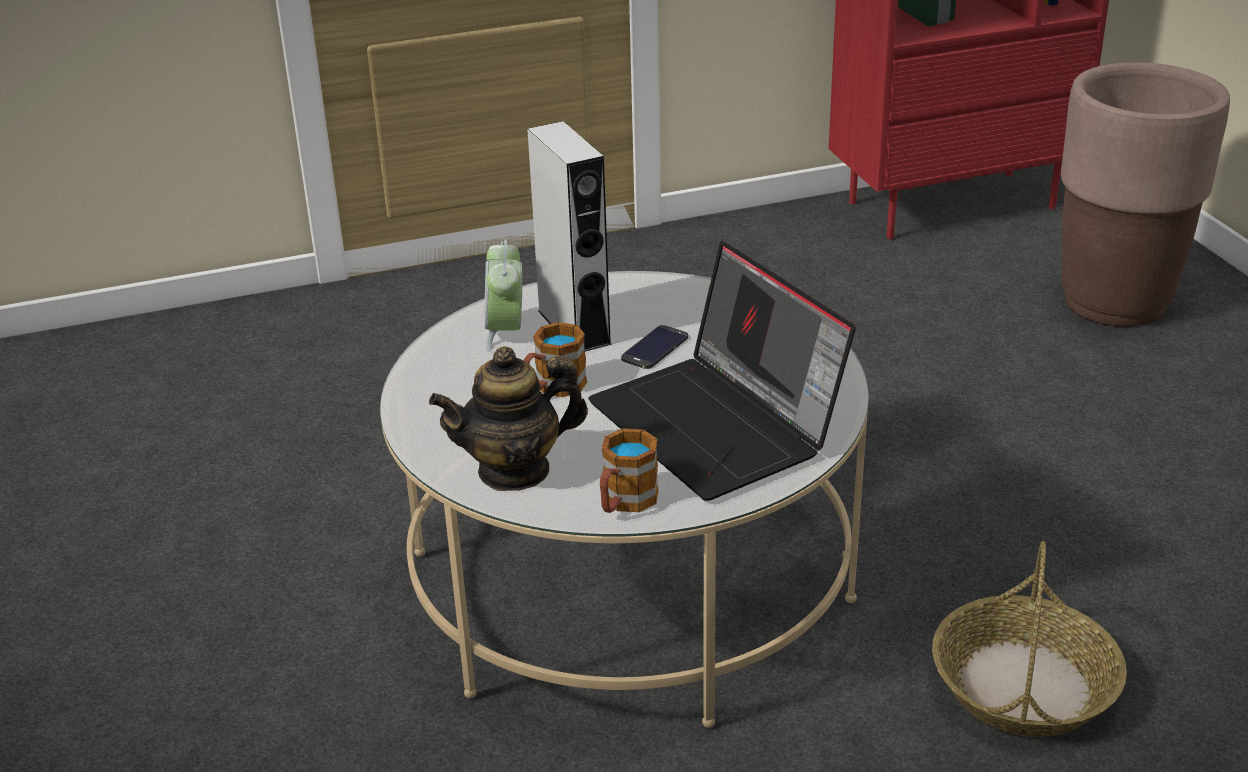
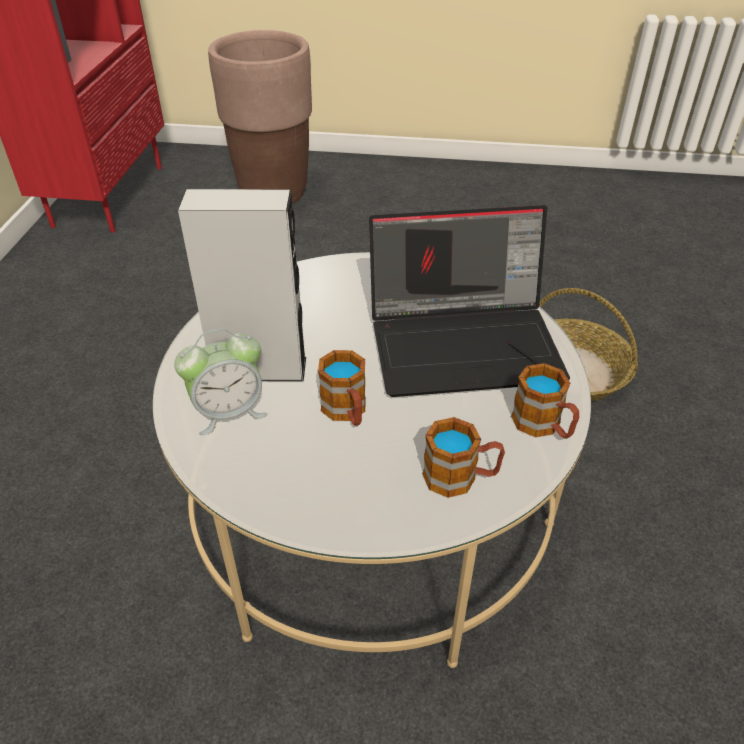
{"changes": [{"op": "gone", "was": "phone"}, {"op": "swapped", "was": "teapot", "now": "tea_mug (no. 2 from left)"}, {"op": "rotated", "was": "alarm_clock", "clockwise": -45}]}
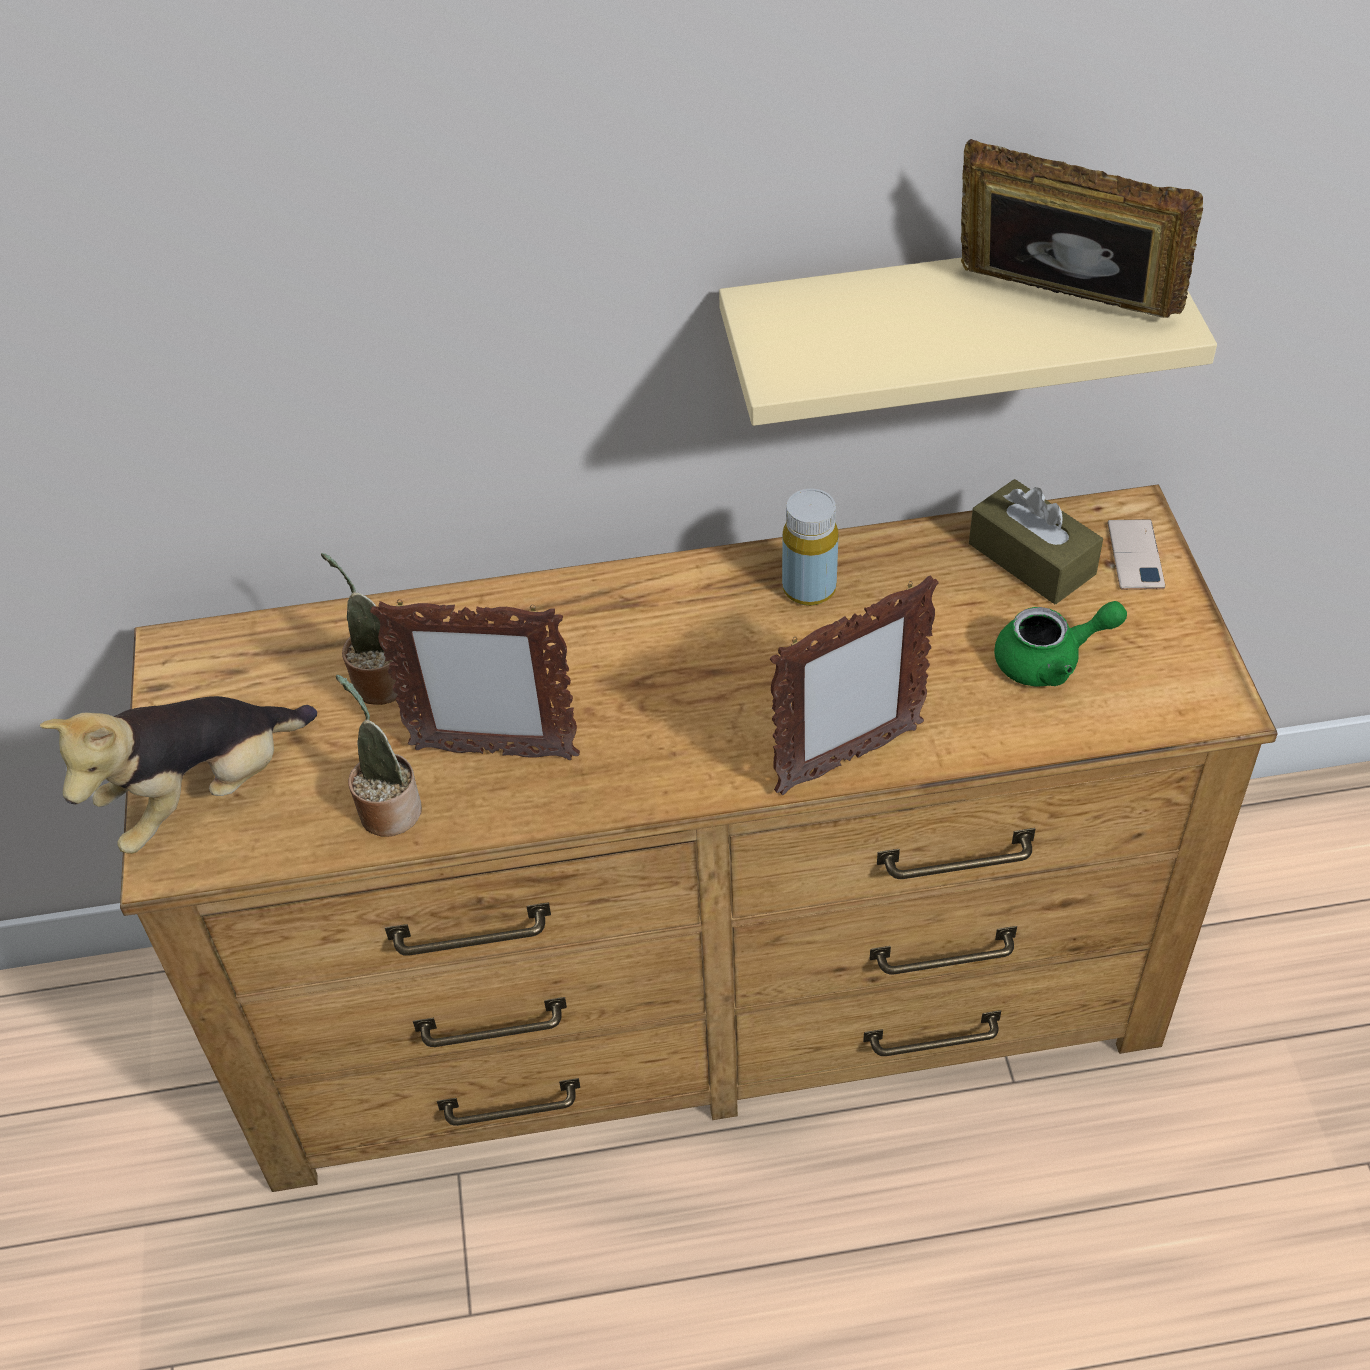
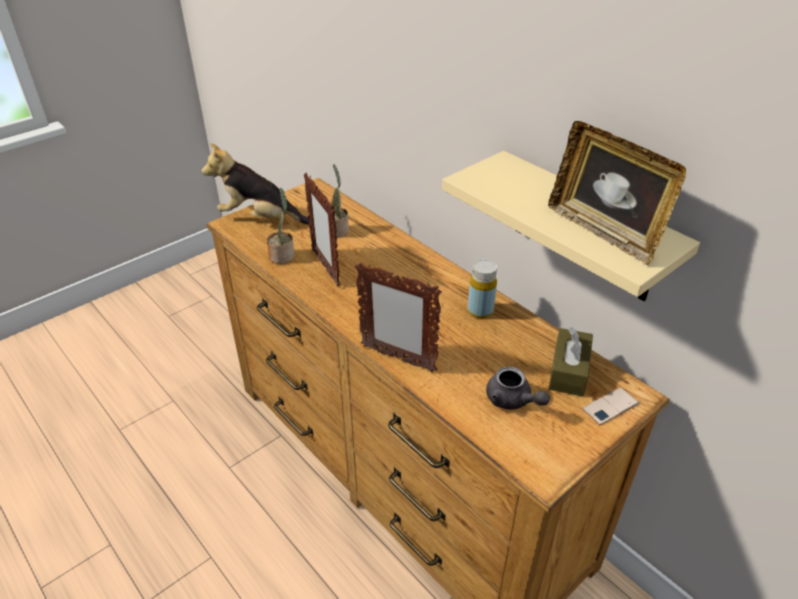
{"changes": [{"op": "repainted", "was": "green-coloured_teapot", "now": "gray_teapot"}, {"op": "rotated", "was": "photo_frame (no. 3 from left)", "clockwise": 150}]}
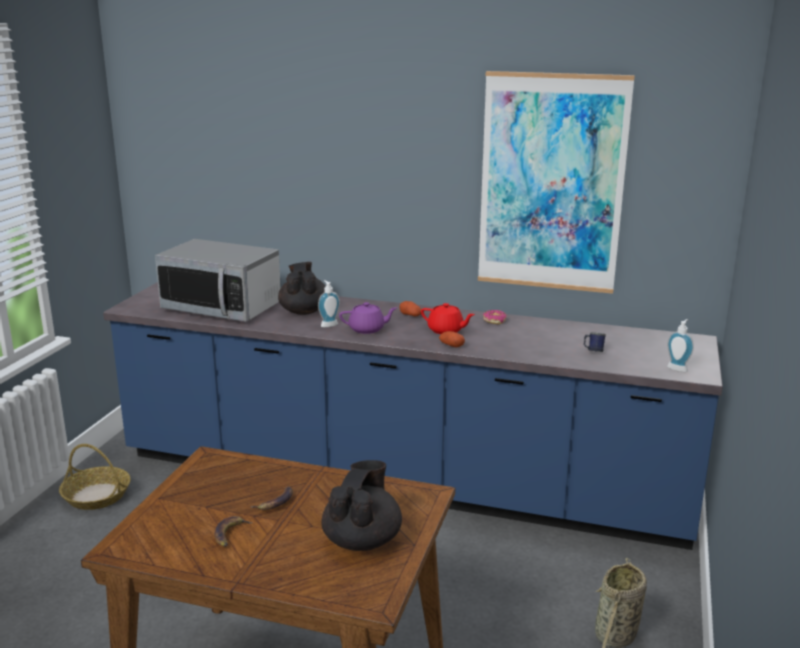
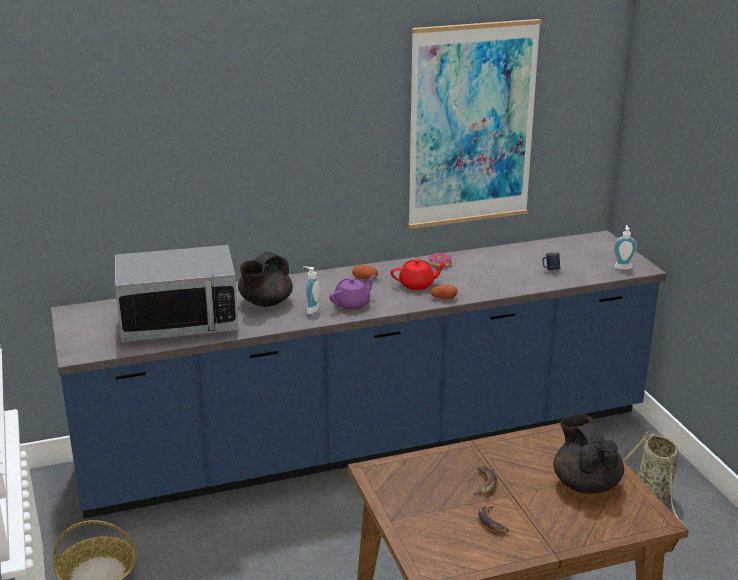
{"changes": [{"op": "rotated", "was": "black-coloured_teapot (no. 1 from left)", "clockwise": -105}]}
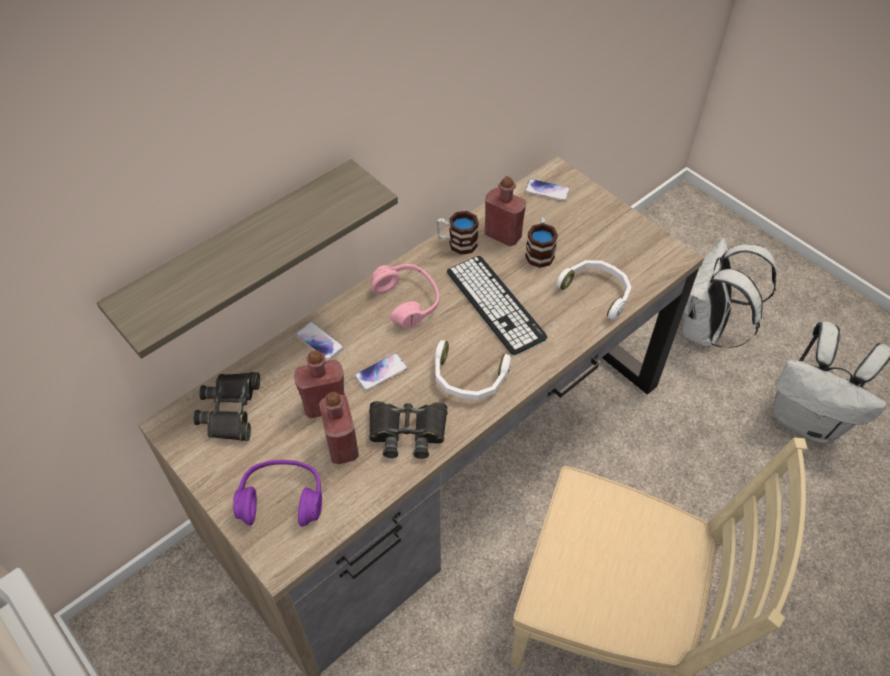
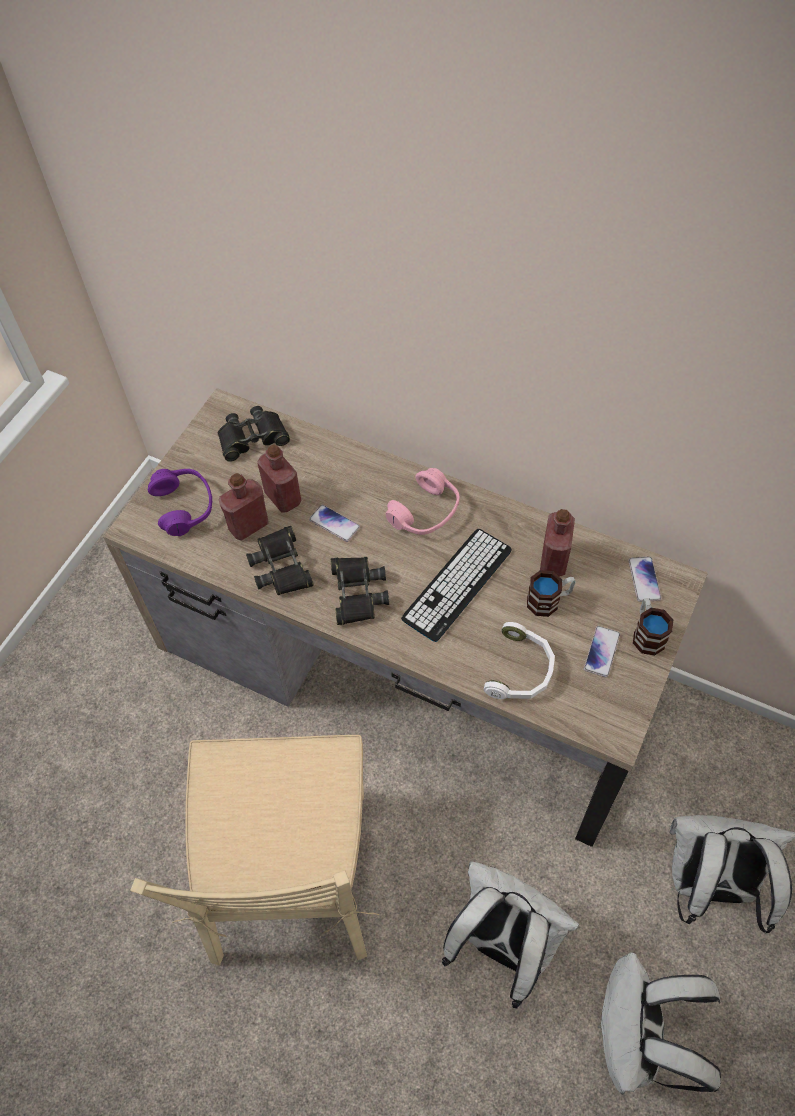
{"changes": [{"op": "gone", "was": "wall_shelf"}, {"op": "new", "now": "whitish_rucksack (no. 1 from left)"}, {"op": "shifted", "was": "phone (no. 1 from left in the first image)", "now": "phone (no. 2 from left)"}, {"op": "shifted", "was": "tea_mug (no. 1 from left in the first image)", "now": "tea_mug (no. 2 from left)"}, {"op": "swapped", "was": "whitish_headset (no. 1 from left)", "now": "black-coloured_field_glasses (no. 3 from left)"}]}
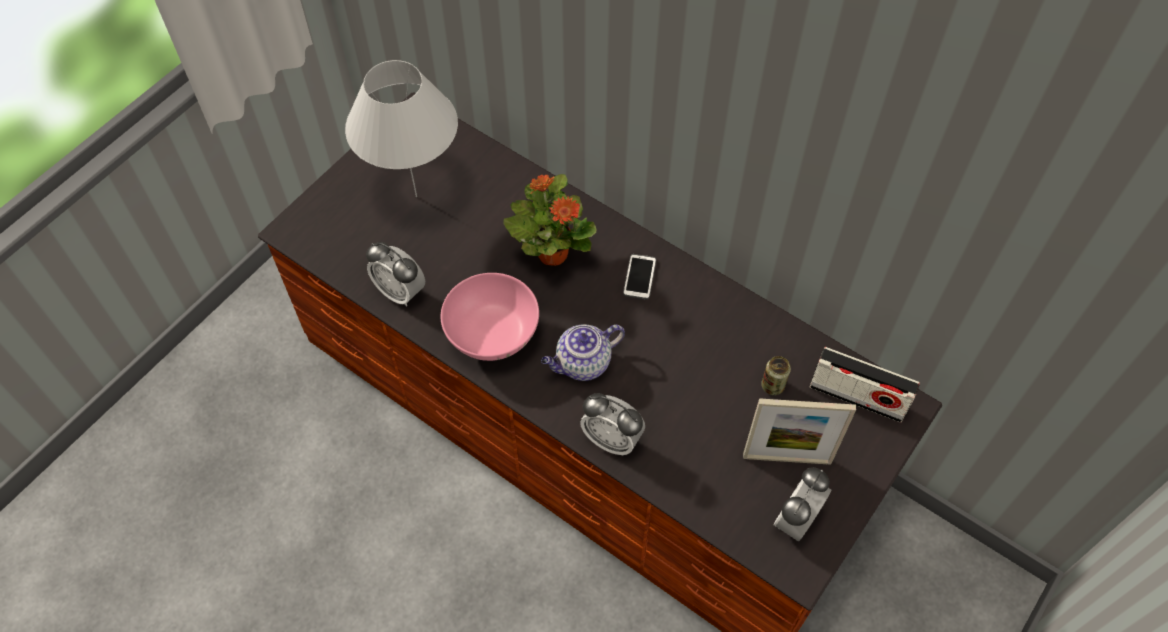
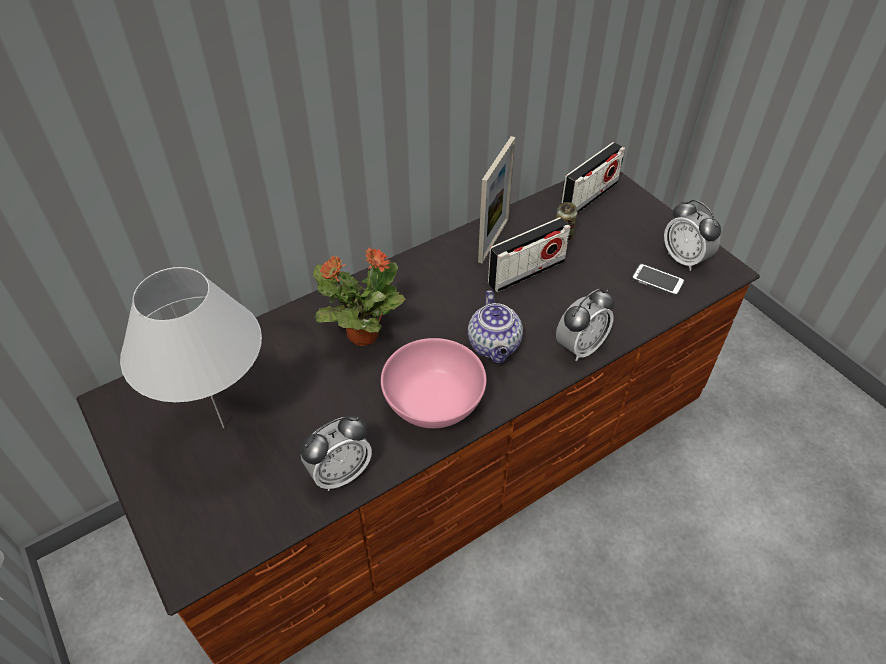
{"changes": [{"op": "new", "now": "radio_receiver (no. 1 from left)"}, {"op": "shifted", "was": "phone"}, {"op": "shifted", "was": "photo_frame"}]}
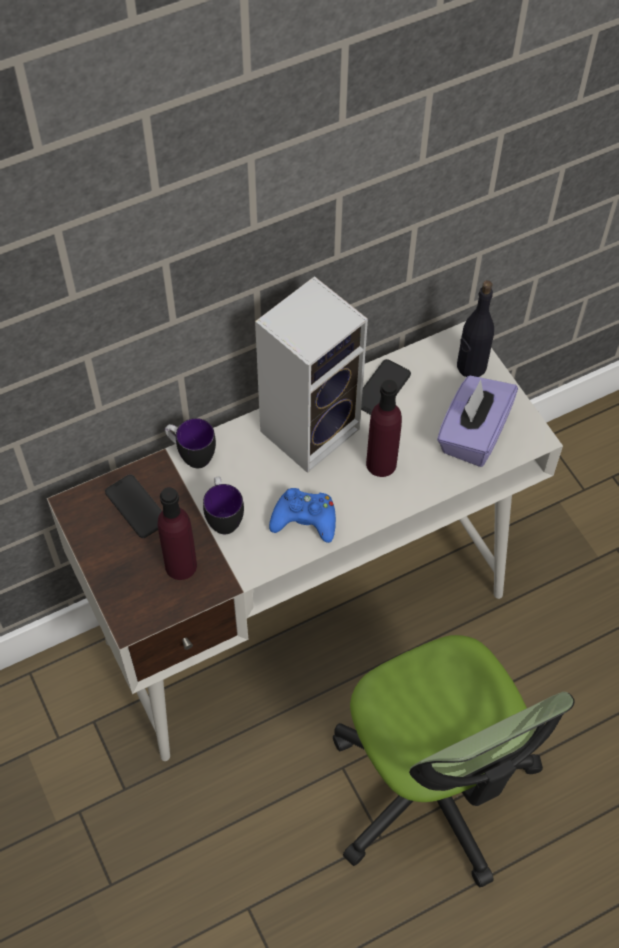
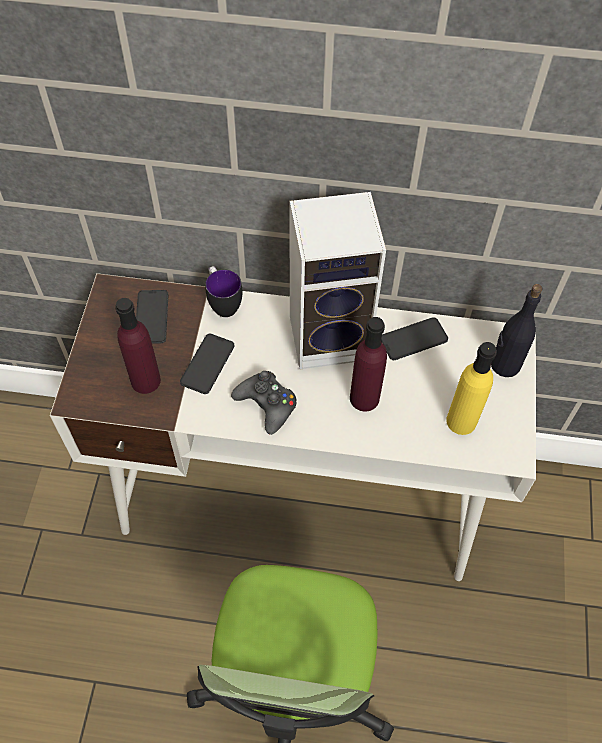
{"changes": [{"op": "swapped", "was": "tea_mug (no. 2 from left)", "now": "phone (no. 2 from left)"}, {"op": "swapped", "was": "purplish_box_of_tissues", "now": "yellow_bottle"}, {"op": "repainted", "was": "bluish_joypad", "now": "black-coloured_joypad"}]}
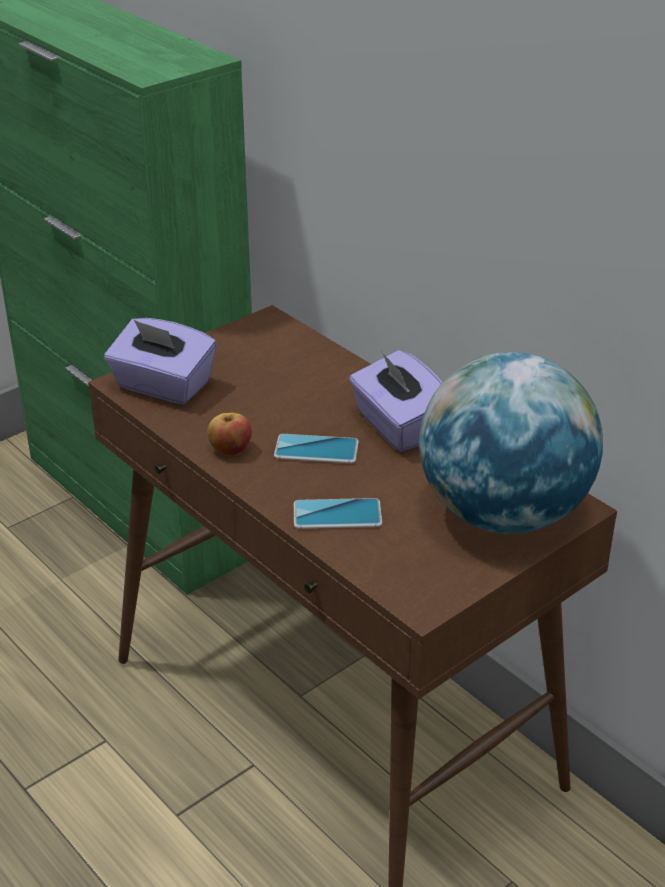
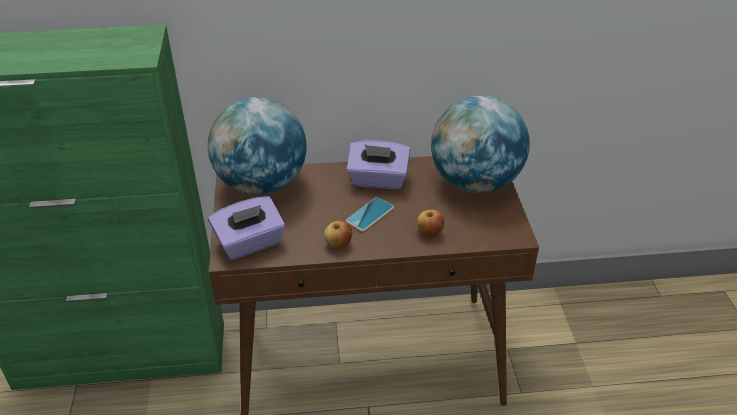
{"changes": [{"op": "new", "now": "desk_globe (no. 1 from left)"}, {"op": "swapped", "was": "phone (no. 2 from left)", "now": "apple_fruit (no. 2 from left)"}]}
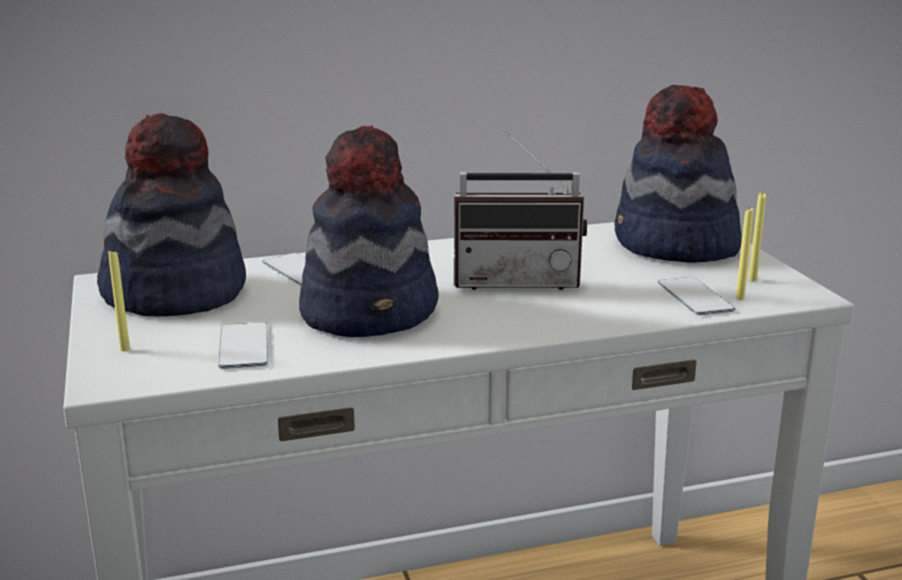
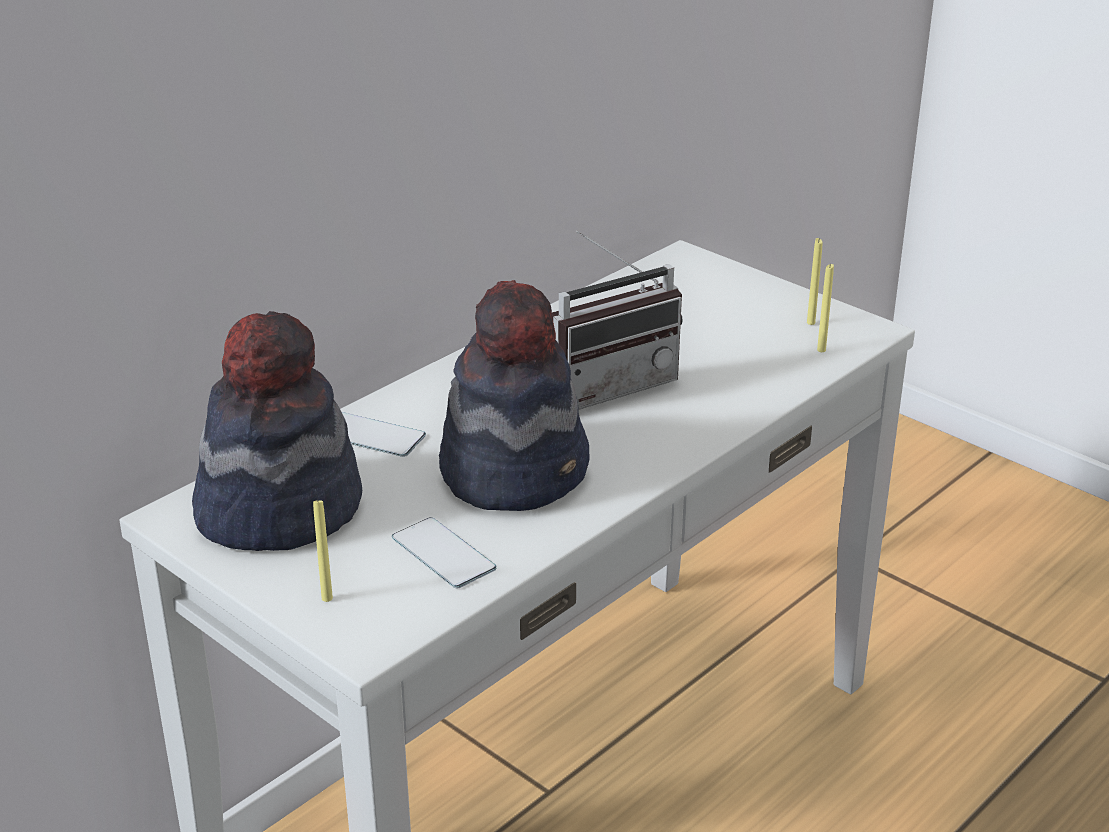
{"changes": [{"op": "gone", "was": "clothing_hat (no. 3 from left)"}, {"op": "gone", "was": "phone (no. 3 from left)"}]}
